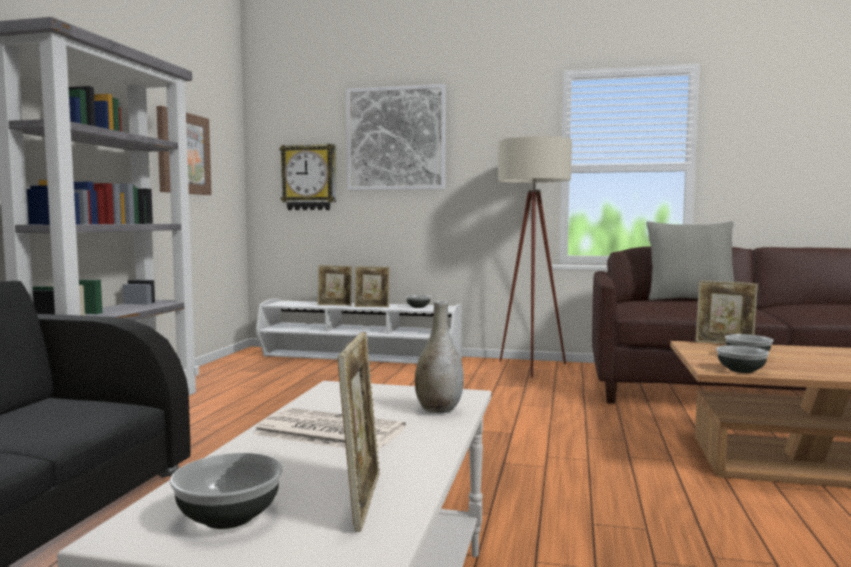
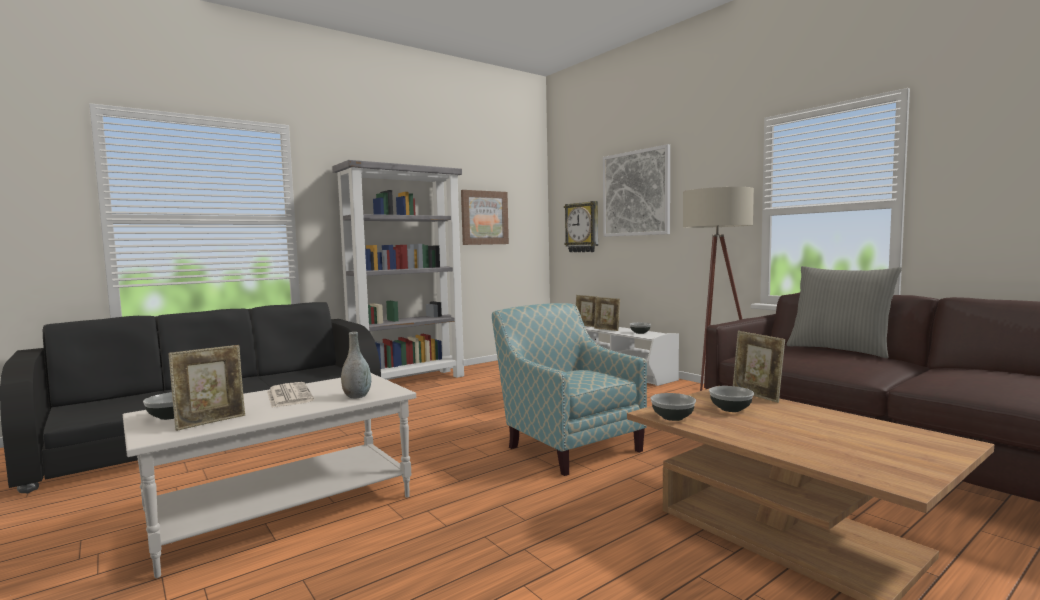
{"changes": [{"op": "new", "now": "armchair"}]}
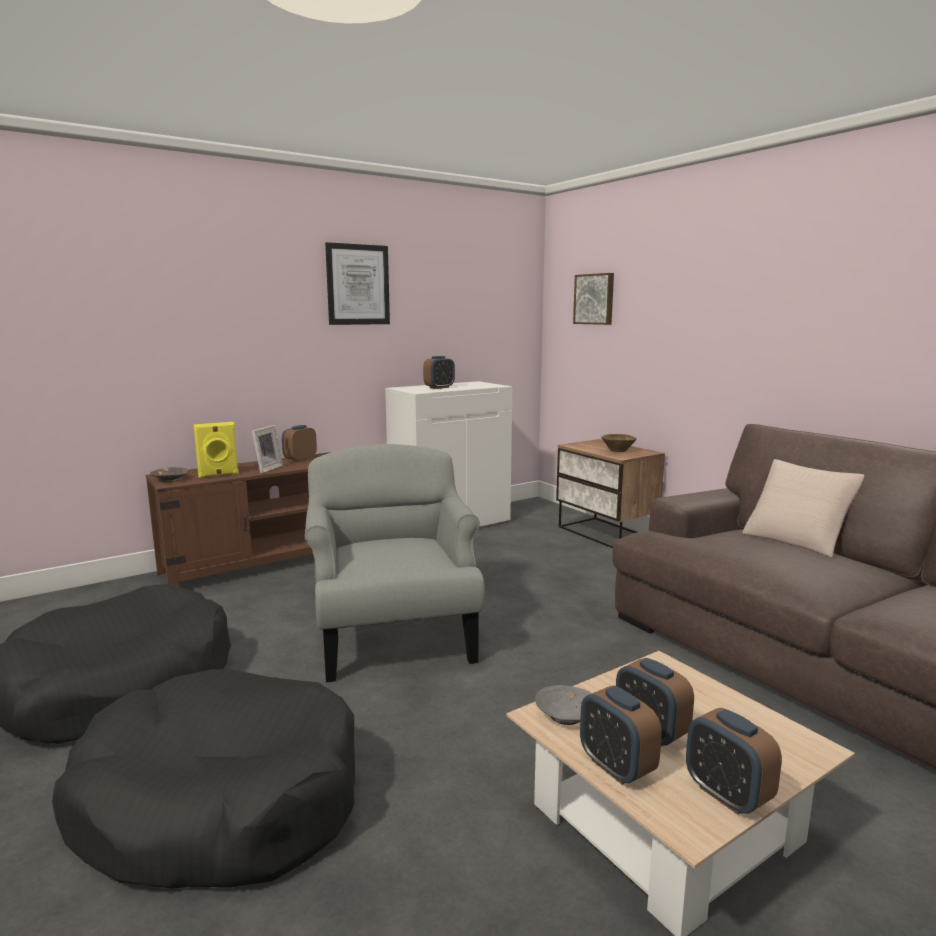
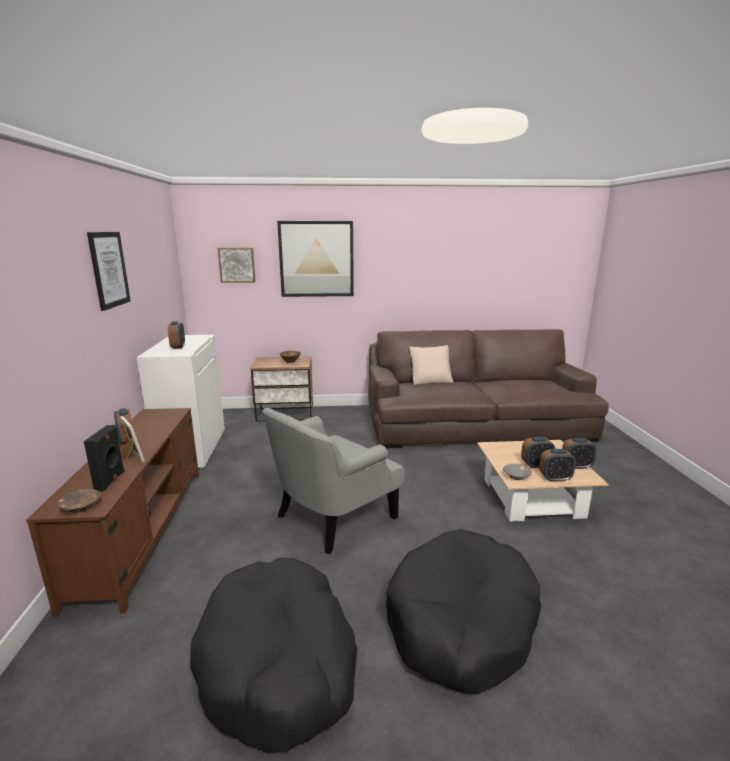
{"changes": [{"op": "new", "now": "wall_picture (no. 3 from left)"}, {"op": "repainted", "was": "yellow_audio_speaker", "now": "black-coloured_audio_speaker"}, {"op": "rotated", "was": "gray_armchair", "clockwise": -60}]}
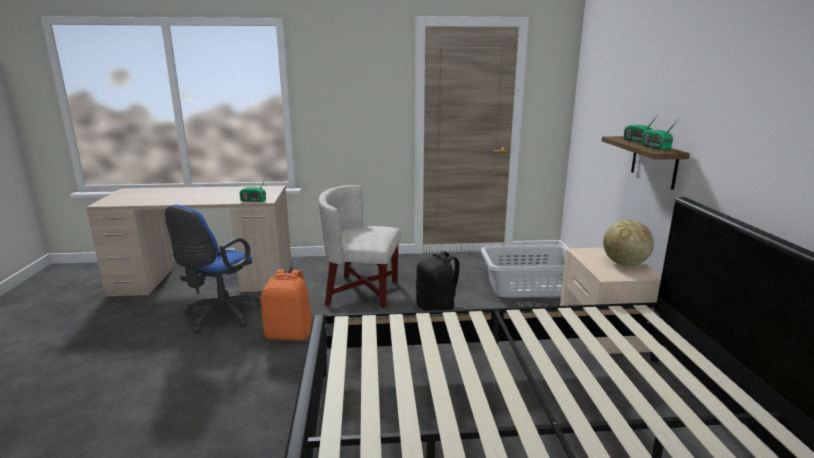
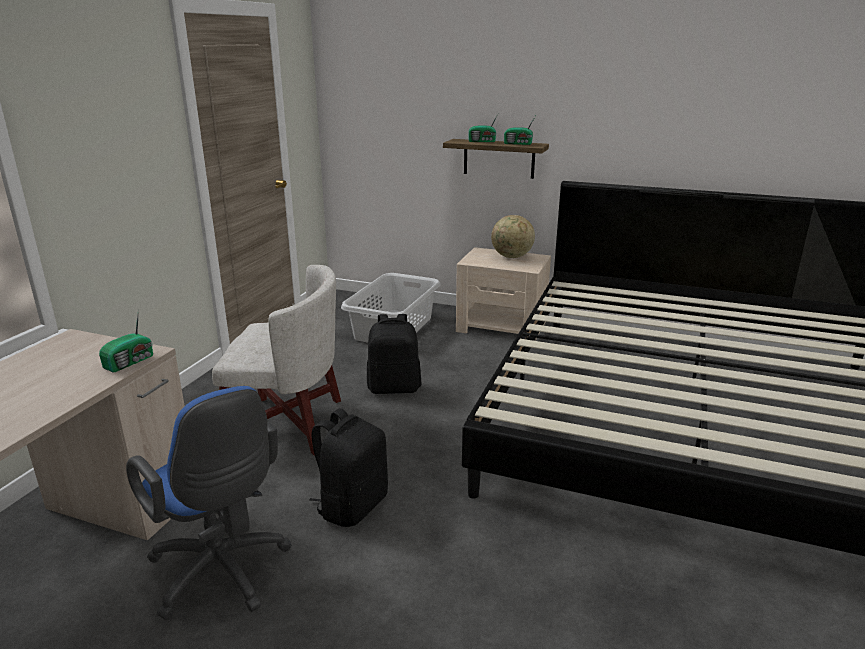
{"changes": [{"op": "repainted", "was": "orange-coloured_rucksack", "now": "black-coloured_rucksack (no. 1 from left)"}, {"op": "rotated", "was": "whitish_armchair", "clockwise": -120}]}
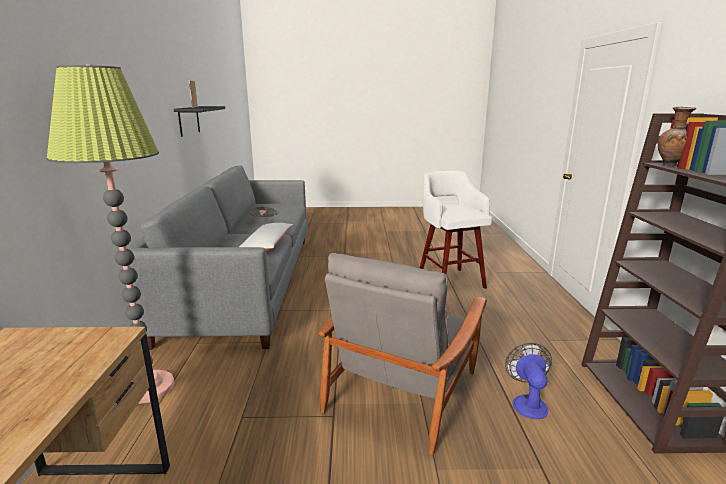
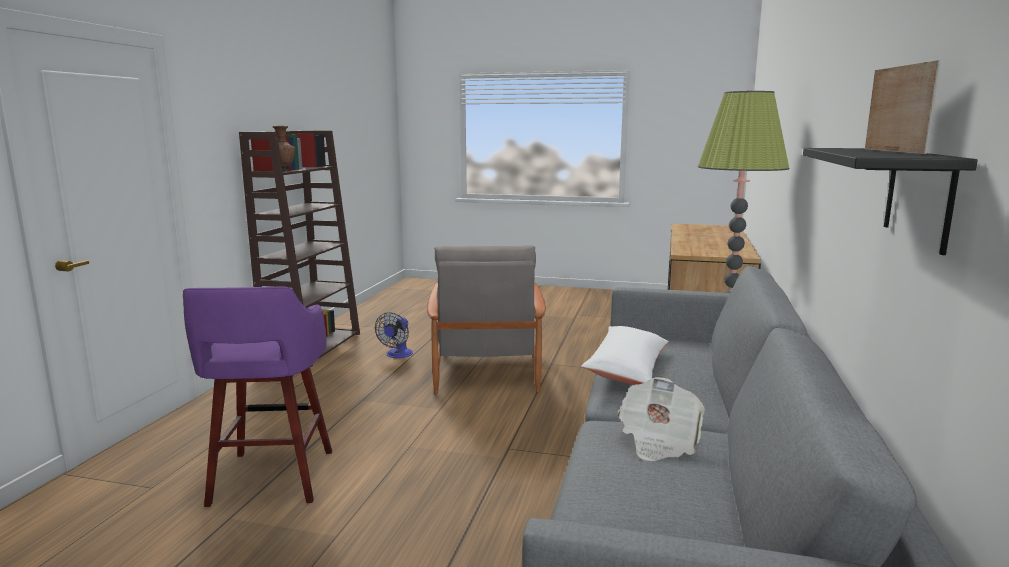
{"changes": [{"op": "repainted", "was": "whitish_stool", "now": "purplish_stool"}, {"op": "rotated", "was": "gray_armchair", "clockwise": 135}]}
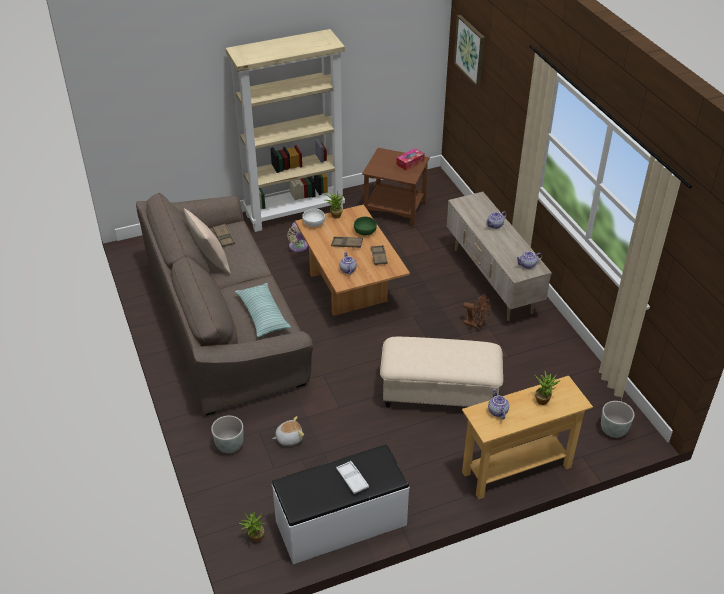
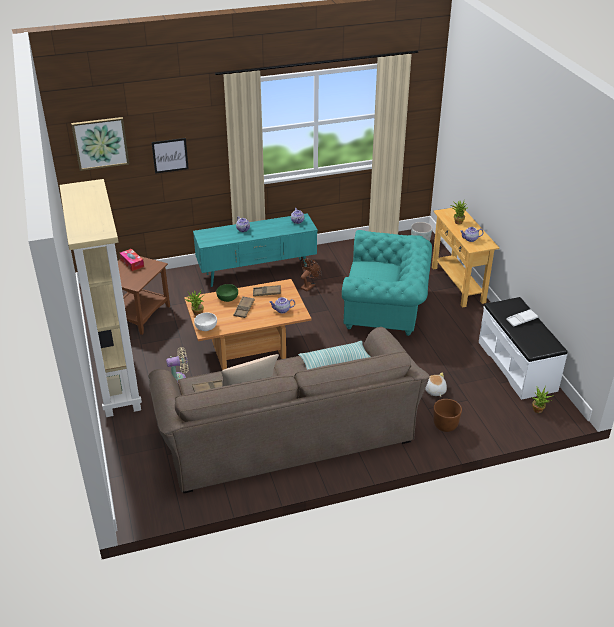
{"changes": [{"op": "new", "now": "wall_picture (no. 2 from left)"}, {"op": "swapped", "was": "beige-coloured_footrest", "now": "blue-green_armchair"}, {"op": "repainted", "was": "gray_planter (no. 1 from left)", "now": "brown_planter"}, {"op": "repainted", "was": "beige-coloured_tv_stand", "now": "blue-green_tv_stand"}]}
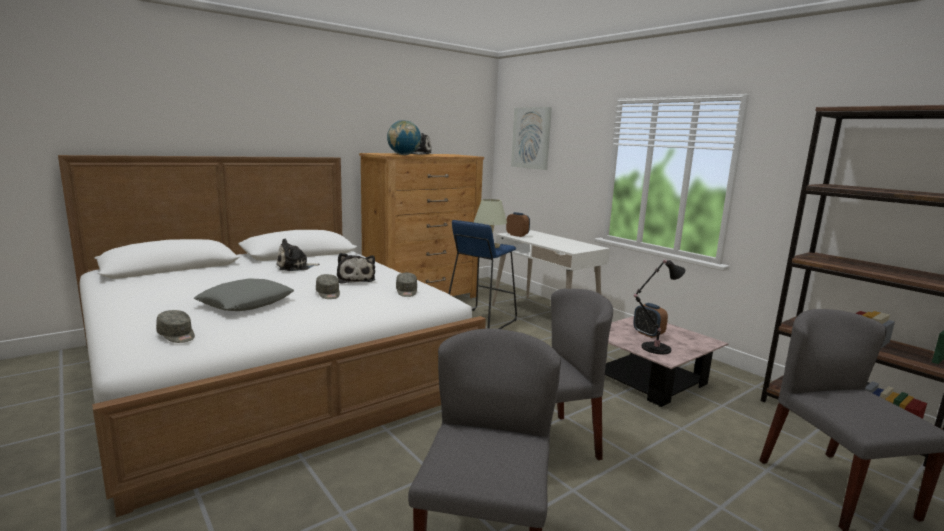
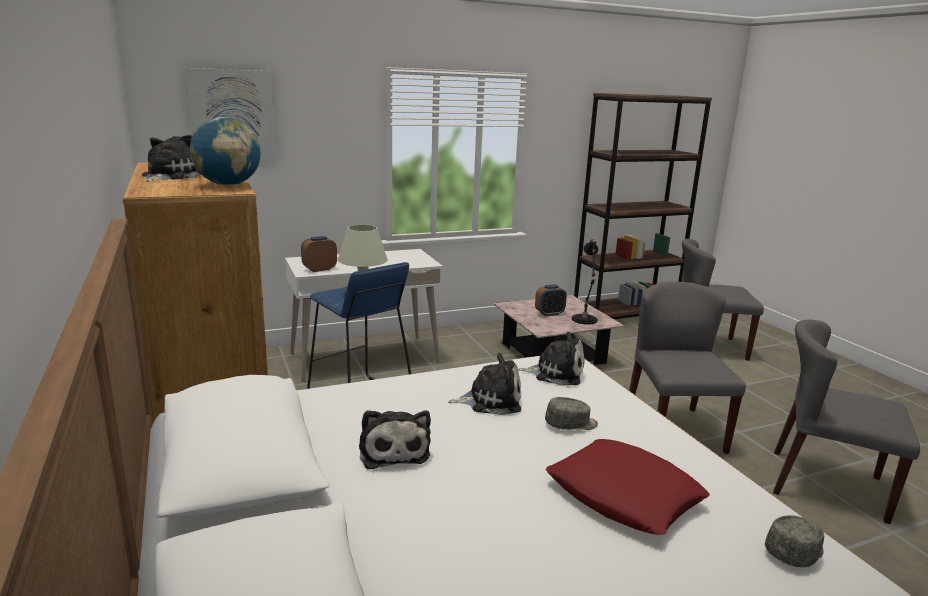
{"changes": [{"op": "swapped", "was": "gray_peaked_cap (no. 3 from left)", "now": "soft_toy (no. 4 from left)"}, {"op": "repainted", "was": "gray_cushion", "now": "reddish_cushion"}]}
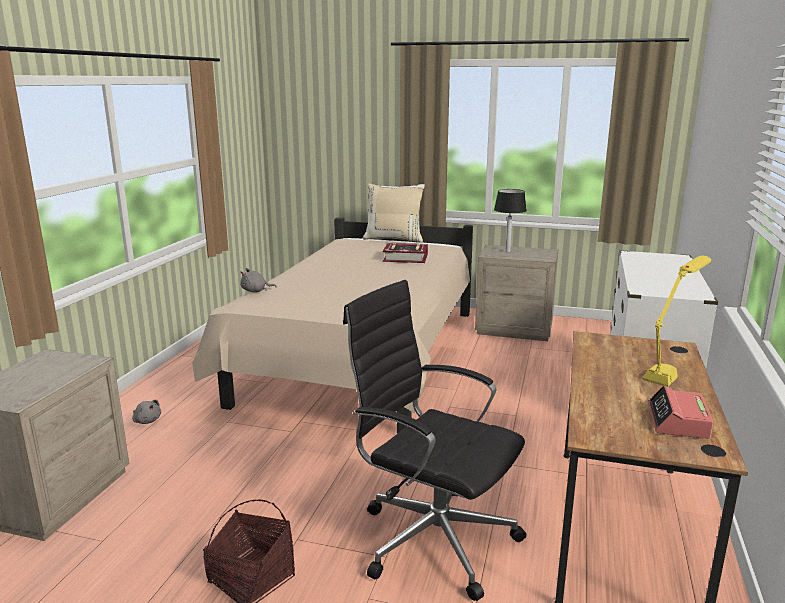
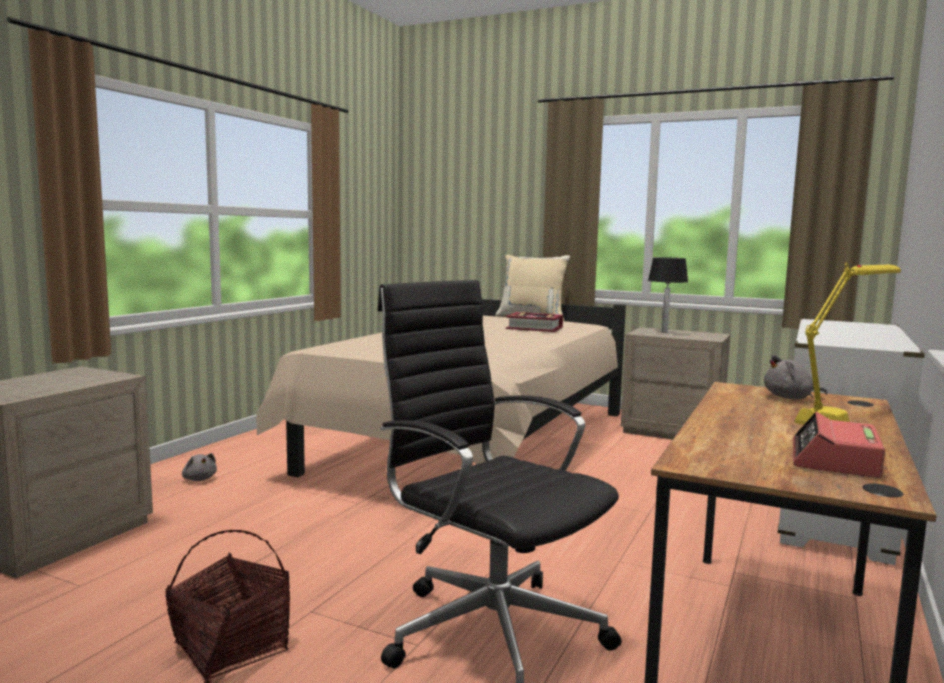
{"changes": [{"op": "shifted", "was": "gray_soft_toy (no. 2 from left)"}]}
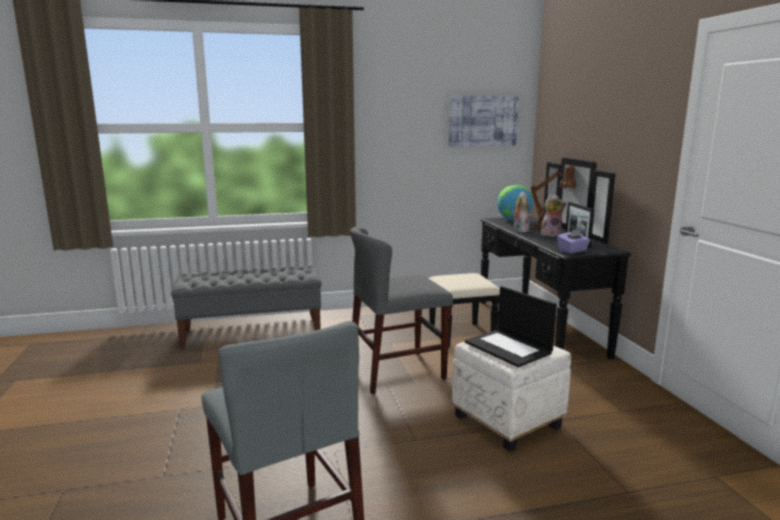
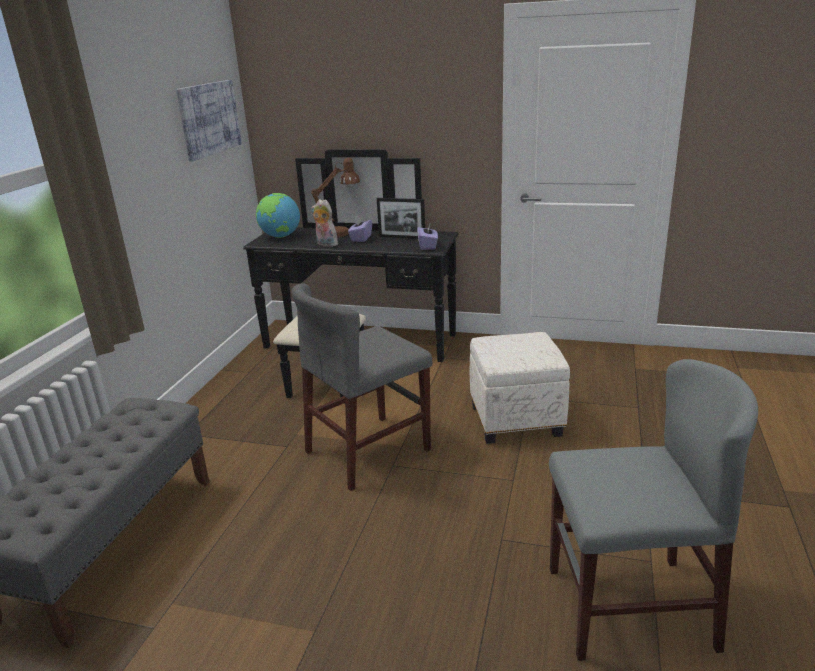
{"changes": [{"op": "gone", "was": "laptop"}, {"op": "swapped", "was": "soft_toy (no. 2 from left)", "now": "purplish_box_of_tissues (no. 1 from left)"}, {"op": "rotated", "was": "gray_plain_chair (no. 2 from left in the first image)", "clockwise": 45}]}
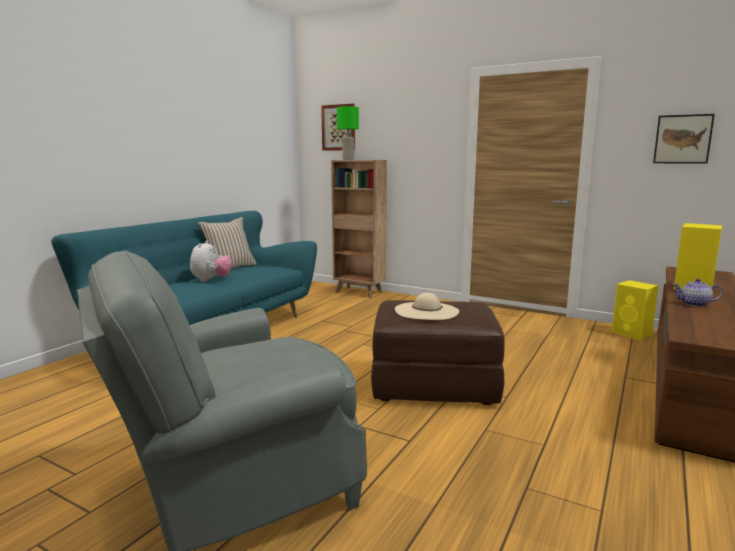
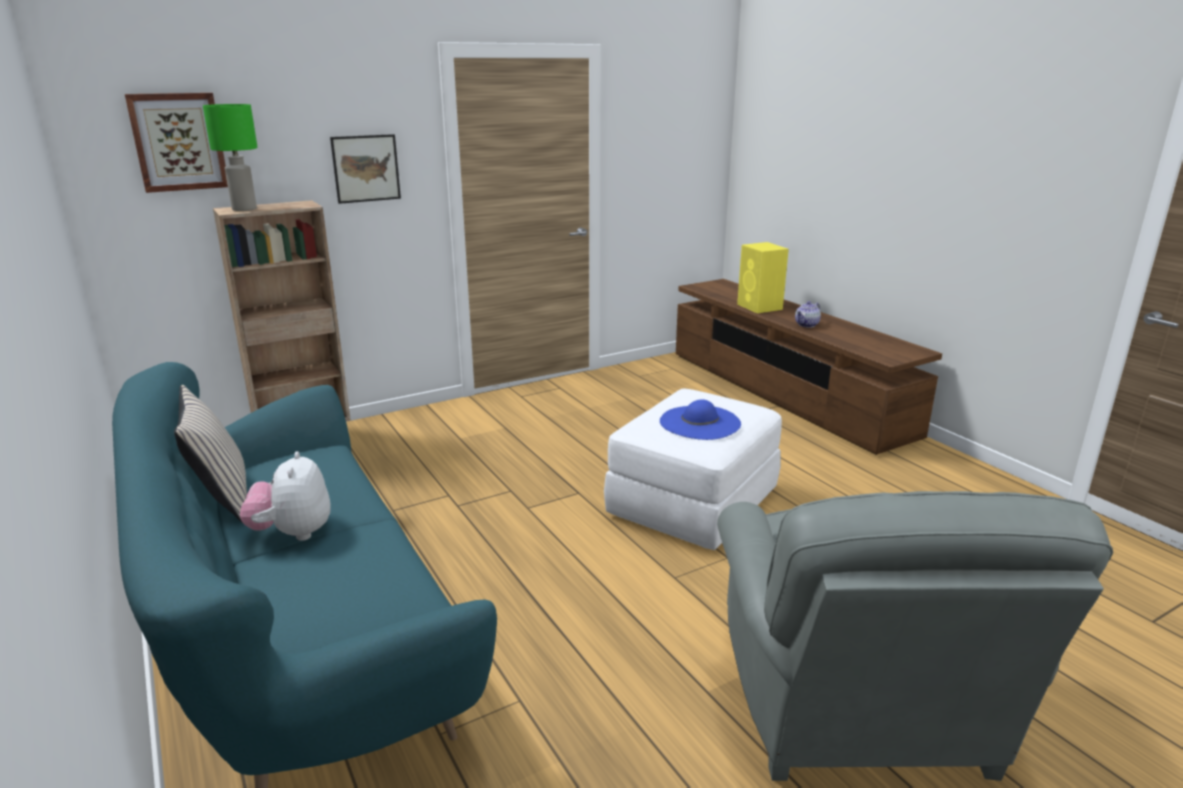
{"changes": [{"op": "gone", "was": "yellow_audio_speaker (no. 1 from left)"}, {"op": "shifted", "was": "wall_picture (no. 2 from left)"}, {"op": "repainted", "was": "brown_footrest", "now": "whitish_footrest"}, {"op": "repainted", "was": "beige-coloured_clothing_hat", "now": "bluish_clothing_hat"}, {"op": "rotated", "was": "soft_toy", "clockwise": -135}]}
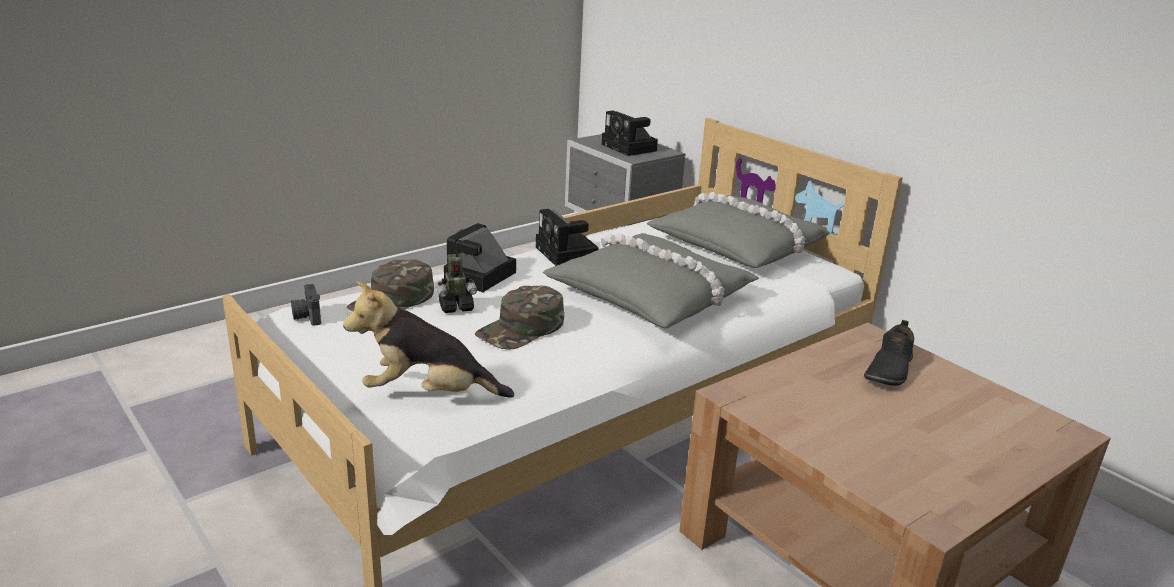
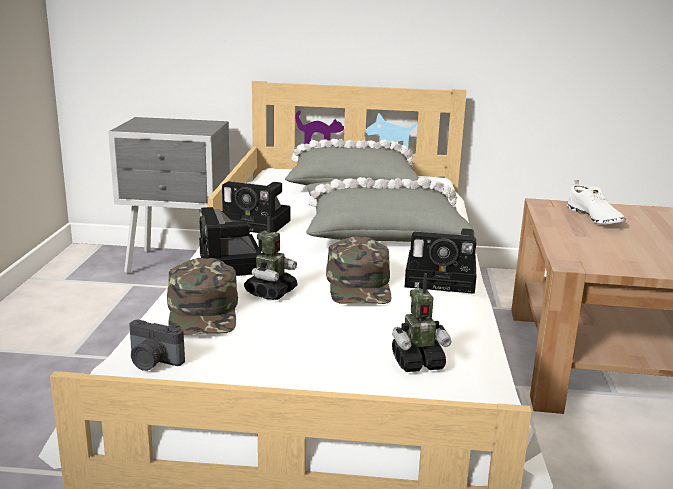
{"changes": [{"op": "shifted", "was": "still_camera (no. 4 from left)"}, {"op": "swapped", "was": "soft_toy", "now": "toy_robot (no. 2 from left)"}, {"op": "repainted", "was": "black-coloured_shoe", "now": "whitish_shoe"}]}
